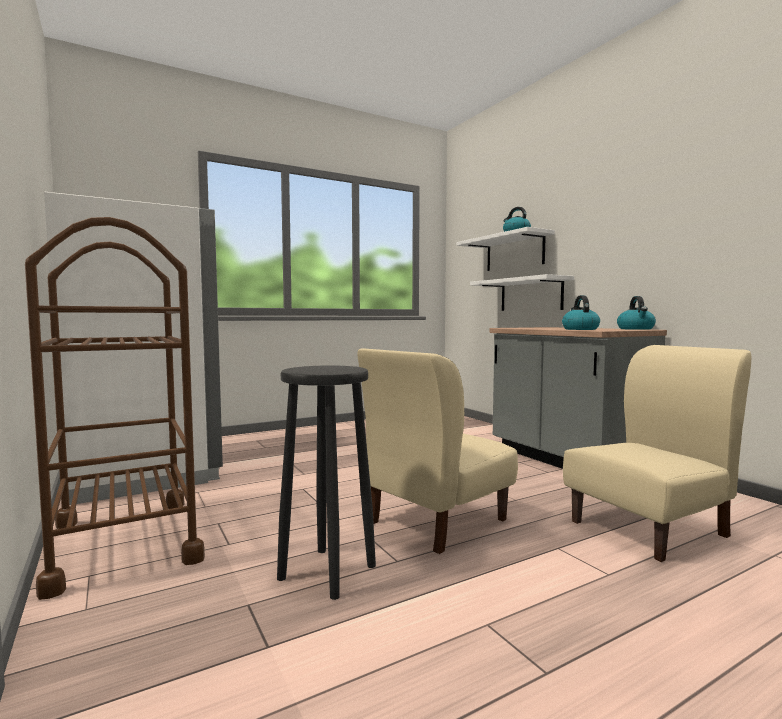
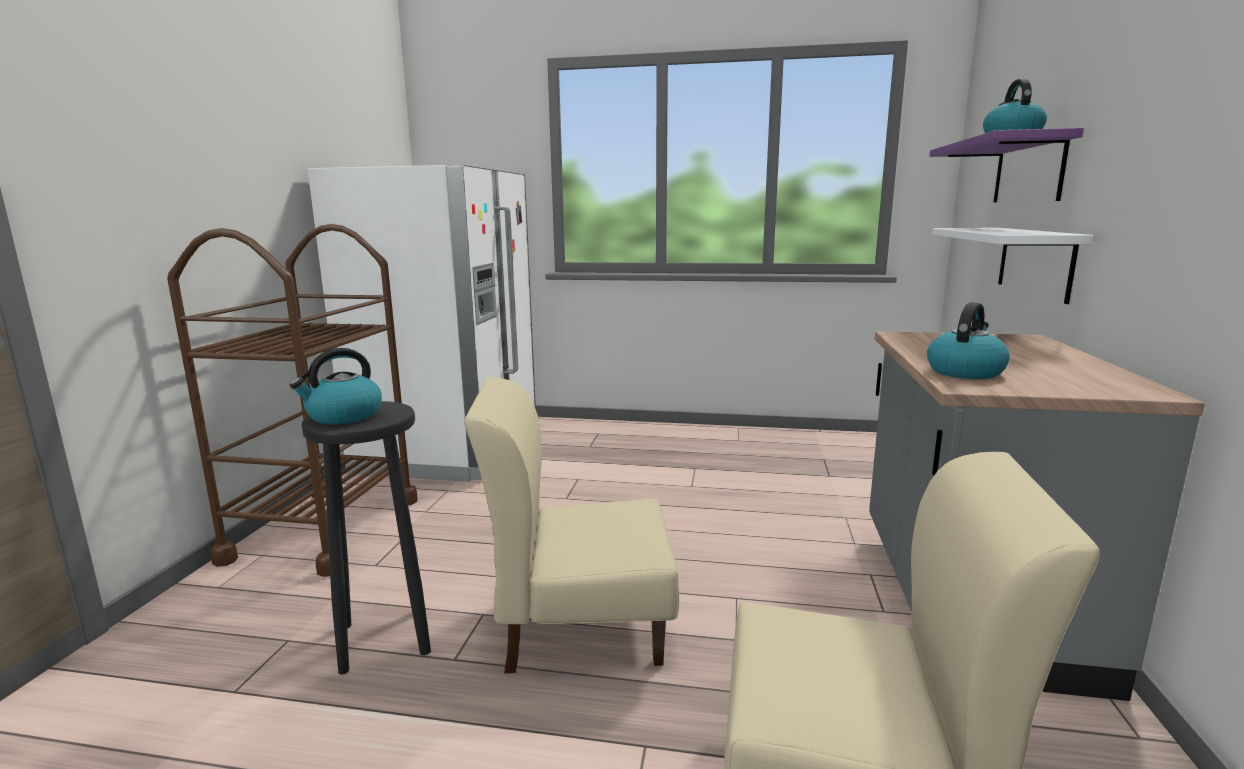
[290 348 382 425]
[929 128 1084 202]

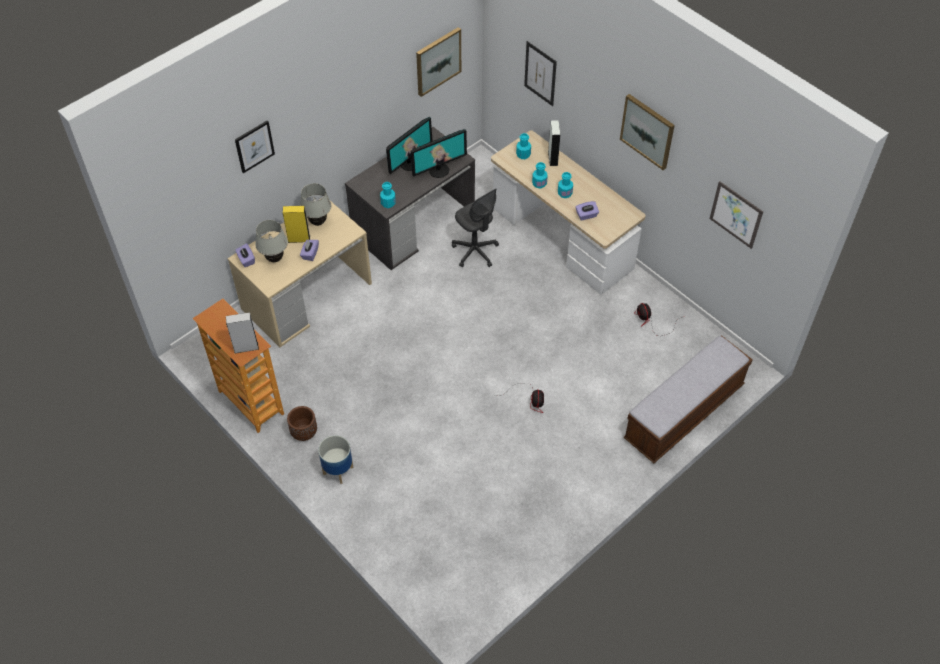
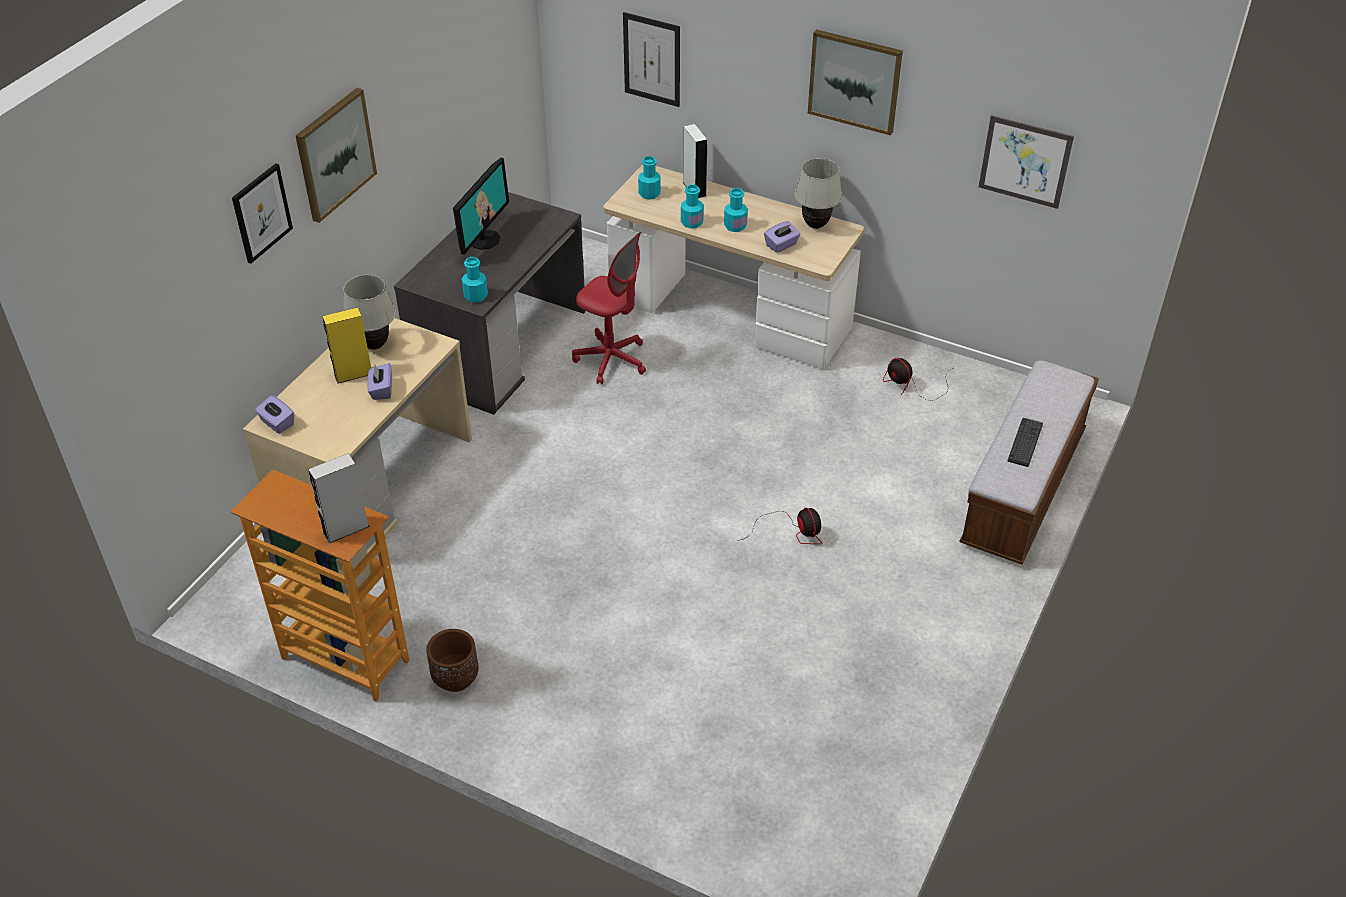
[318 435 354 484] (first image)
[411 129 467 178] (first image)
[1008 418 1043 467]
[794 158 842 229]
[295 88 377 223]
[572 232 646 384]

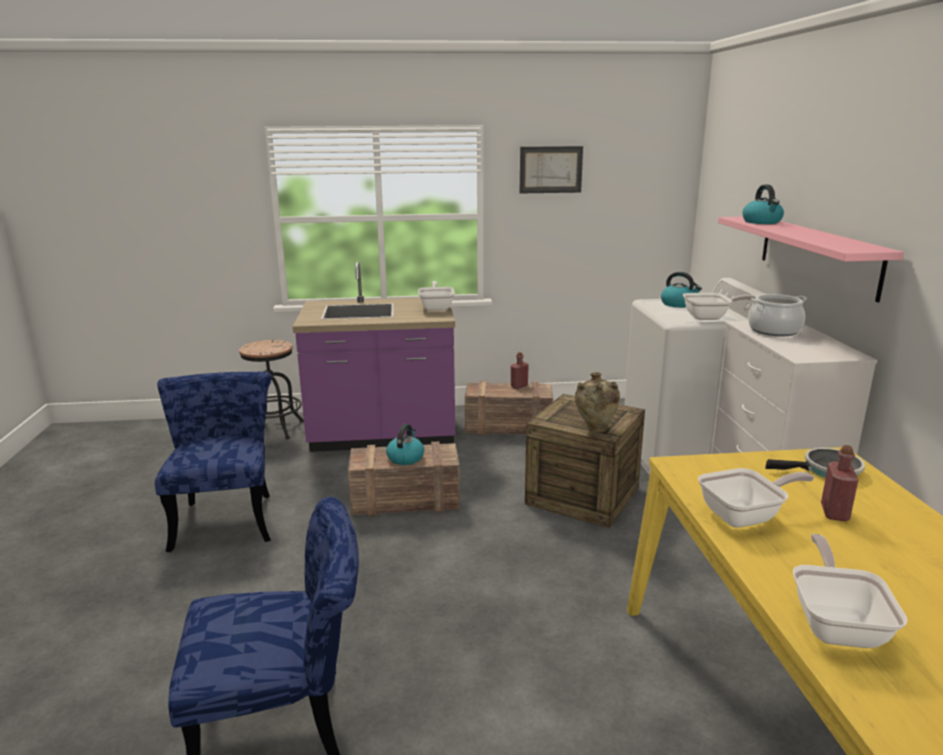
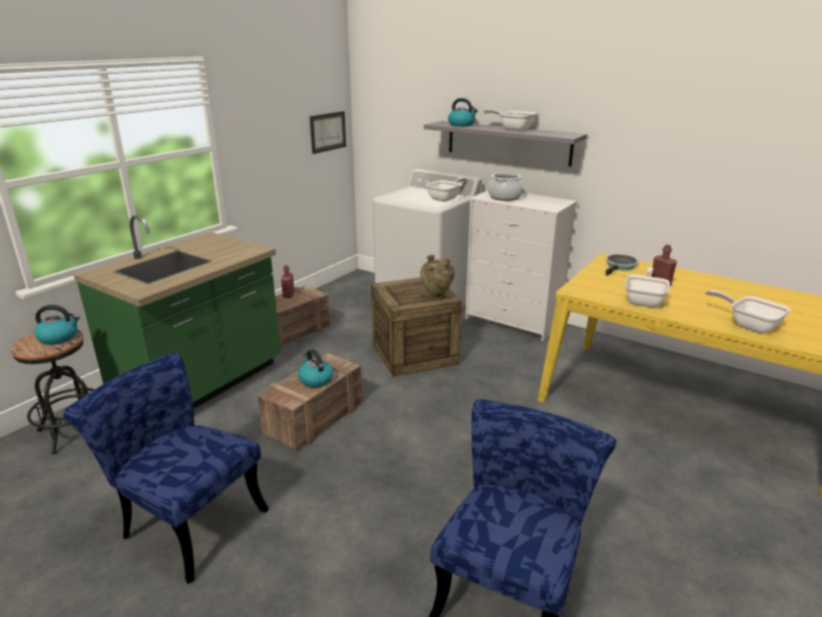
[483 109 537 131]
[310 111 346 154]
[34 305 80 345]
[73 215 281 409]
[424 121 587 167]

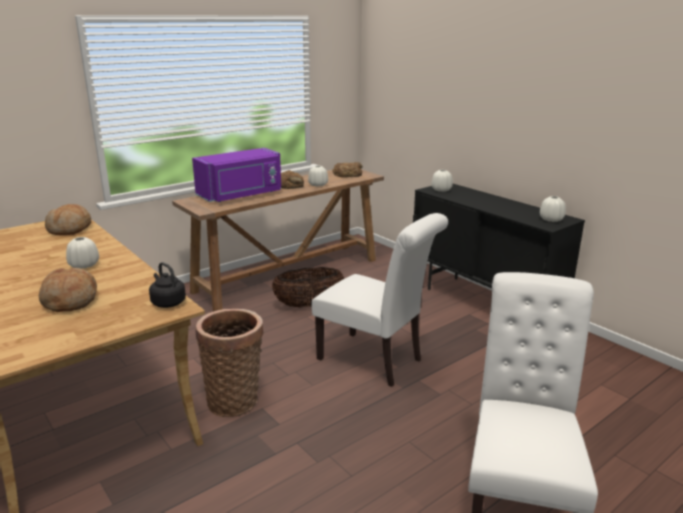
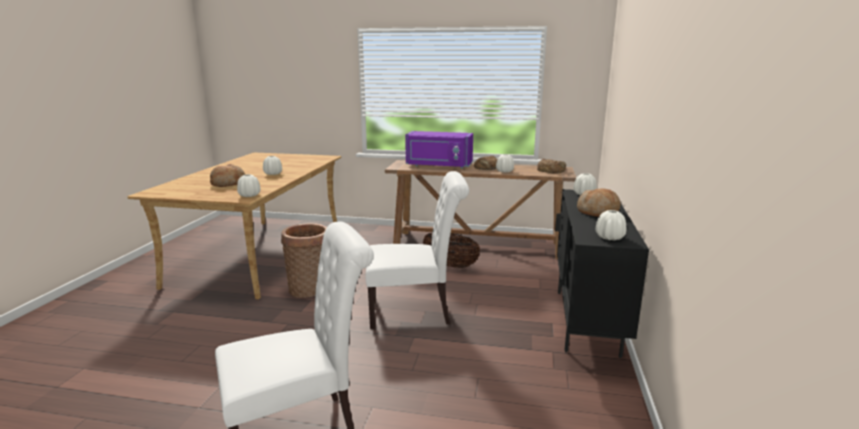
[577 188 621 217]
[237 174 260 197]
[366 171 469 329]

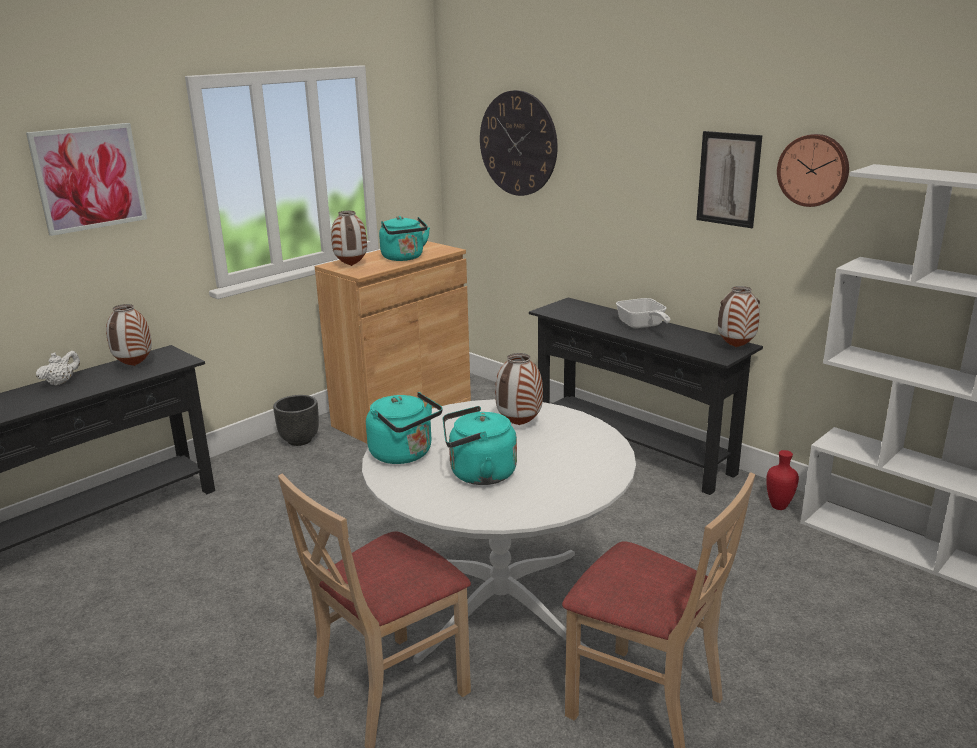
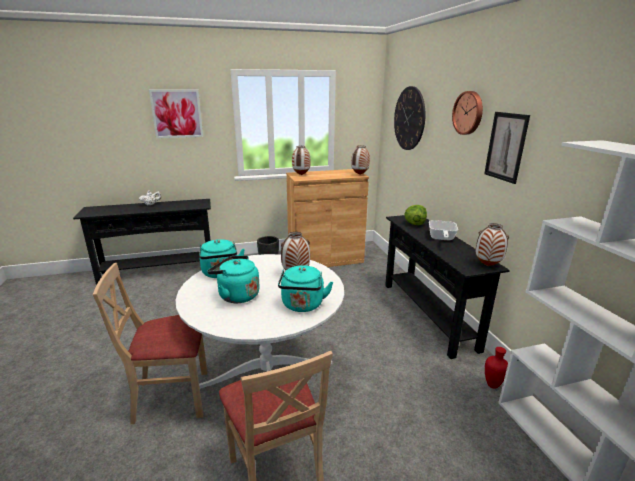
[405 205 427 225]
[351 145 370 175]
[278 265 333 312]
[452 91 483 135]

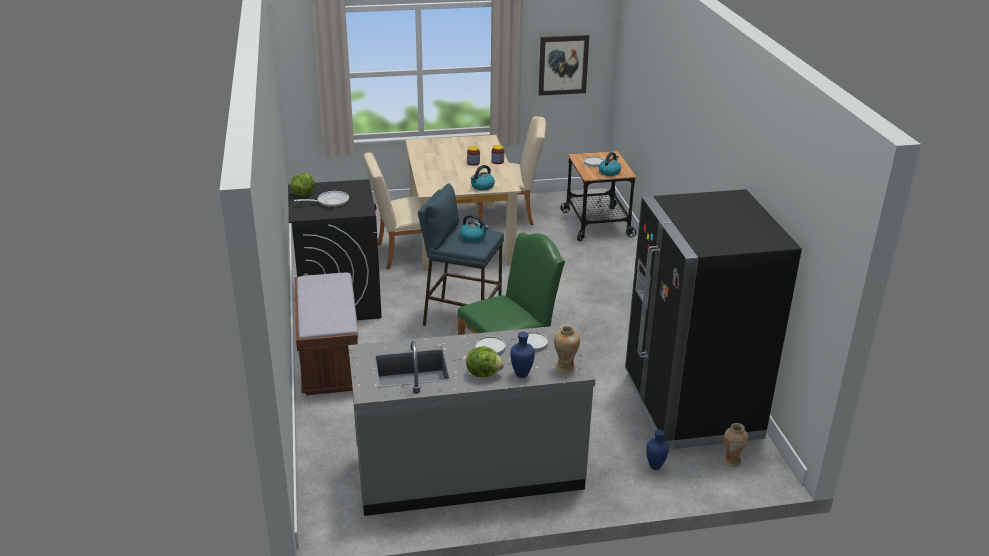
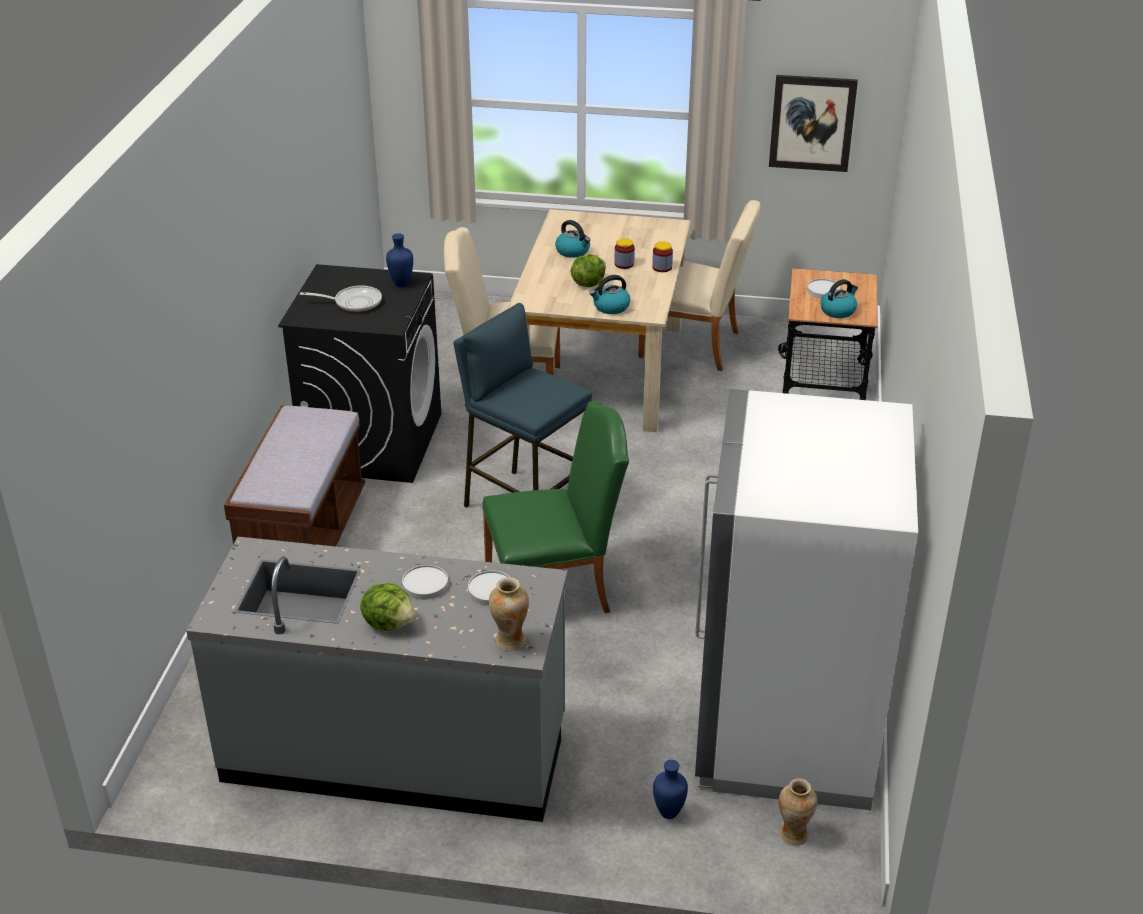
[571 254 606 287]
[555 220 590 258]
[386 233 413 287]
[695 389 918 810]

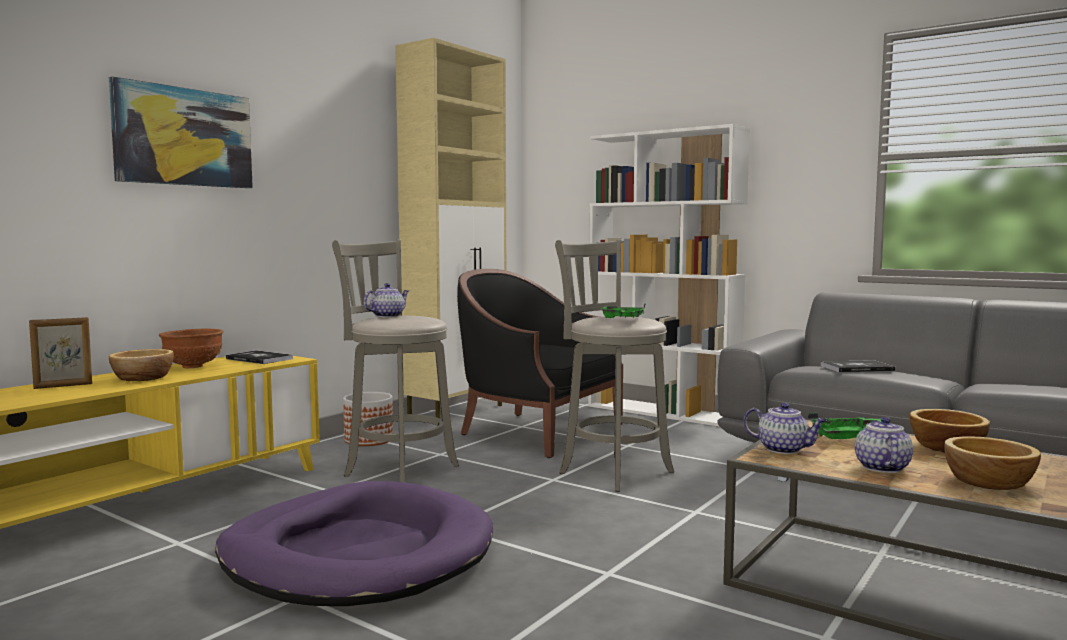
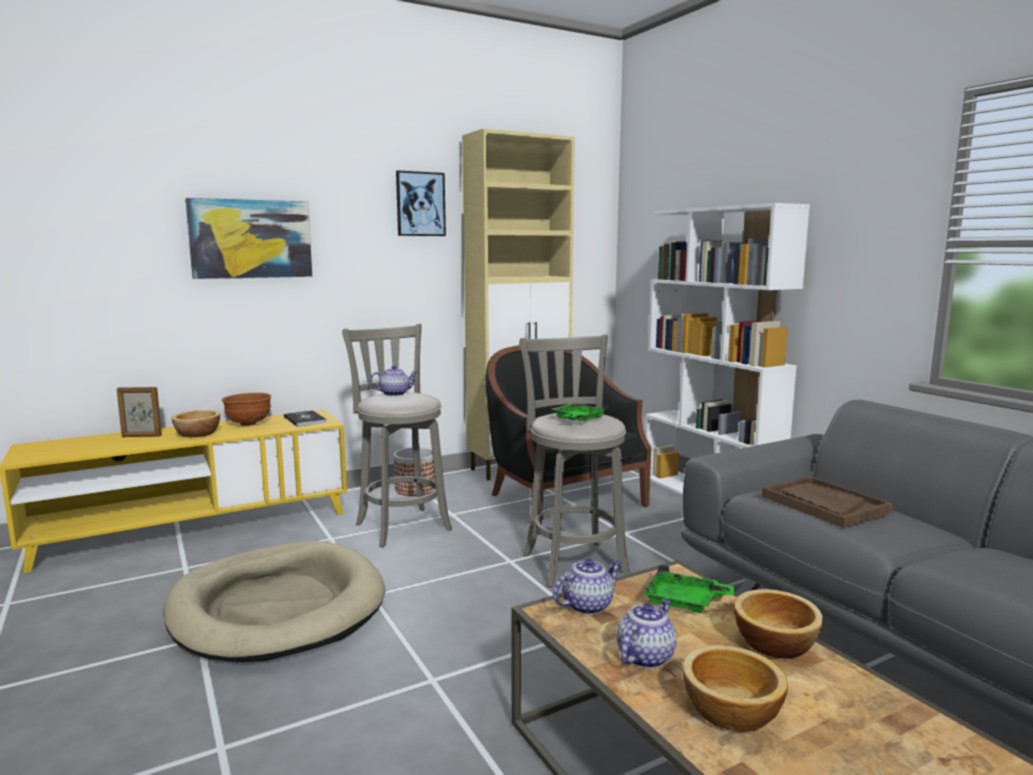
[396 170 446 236]
[762 476 893 528]
[163 541 385 662]
[553 558 621 615]

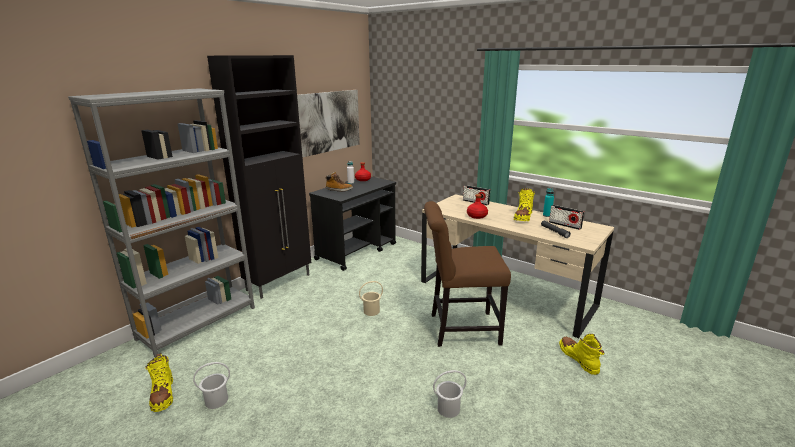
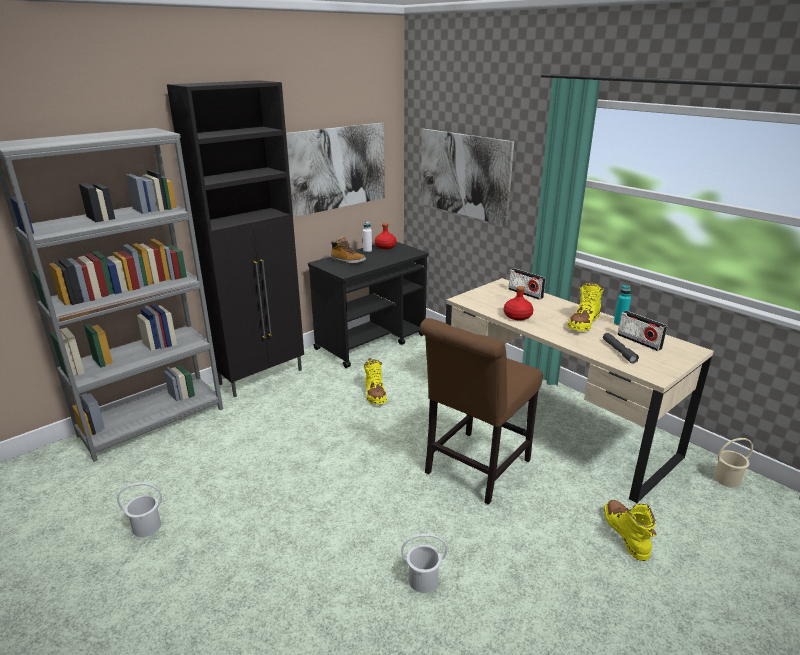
[421 129 514 226]
[364 358 387 405]
[714 438 753 488]
[420 318 543 505]

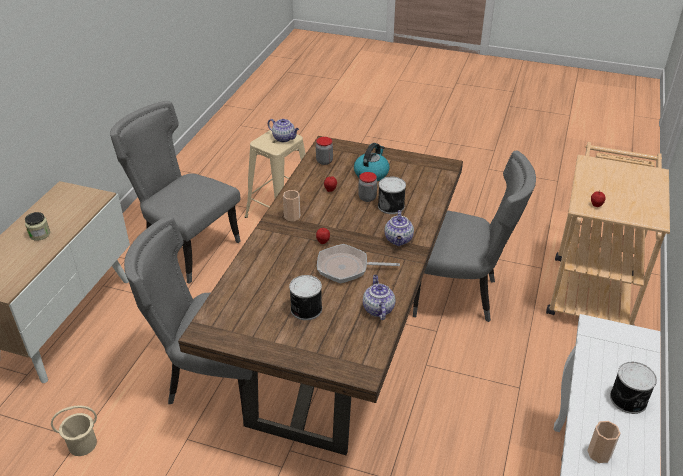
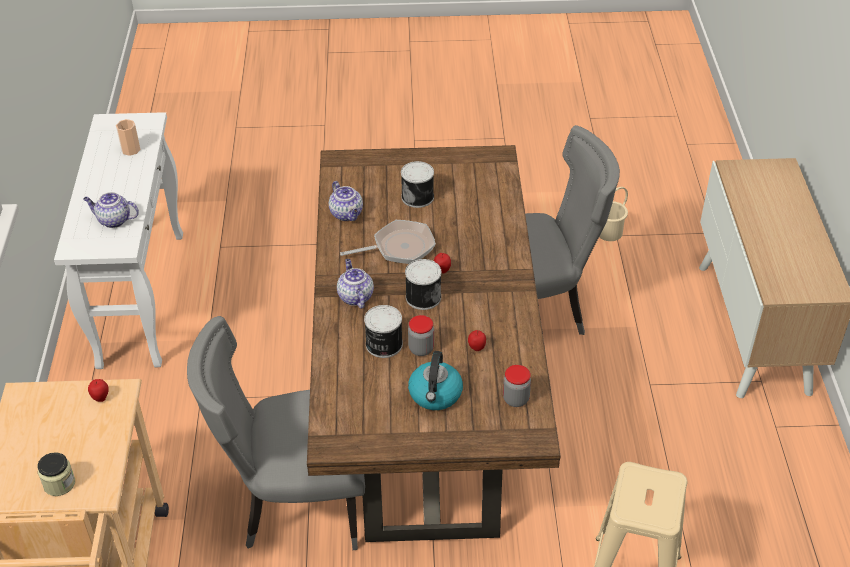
[110 101 241 284] (first image)
[283 190 300 221] (first image)
[37 452 75 496]
[83 192 139 228]
[405 259 441 310]

